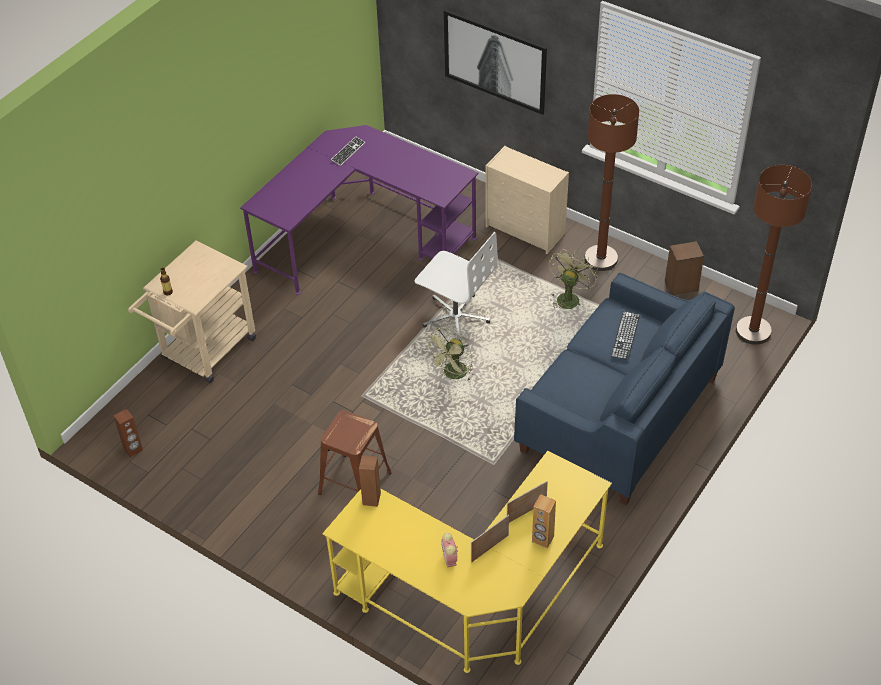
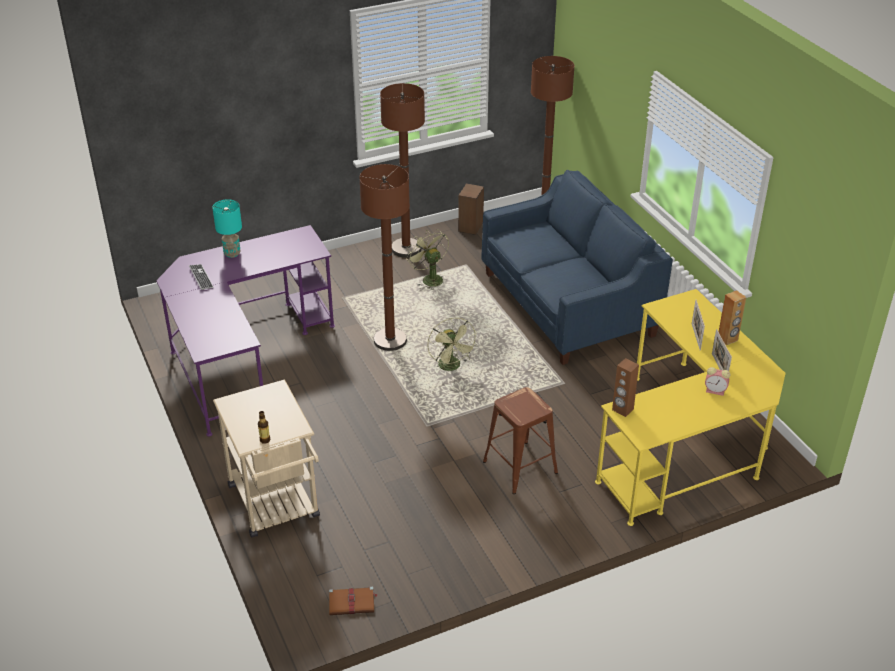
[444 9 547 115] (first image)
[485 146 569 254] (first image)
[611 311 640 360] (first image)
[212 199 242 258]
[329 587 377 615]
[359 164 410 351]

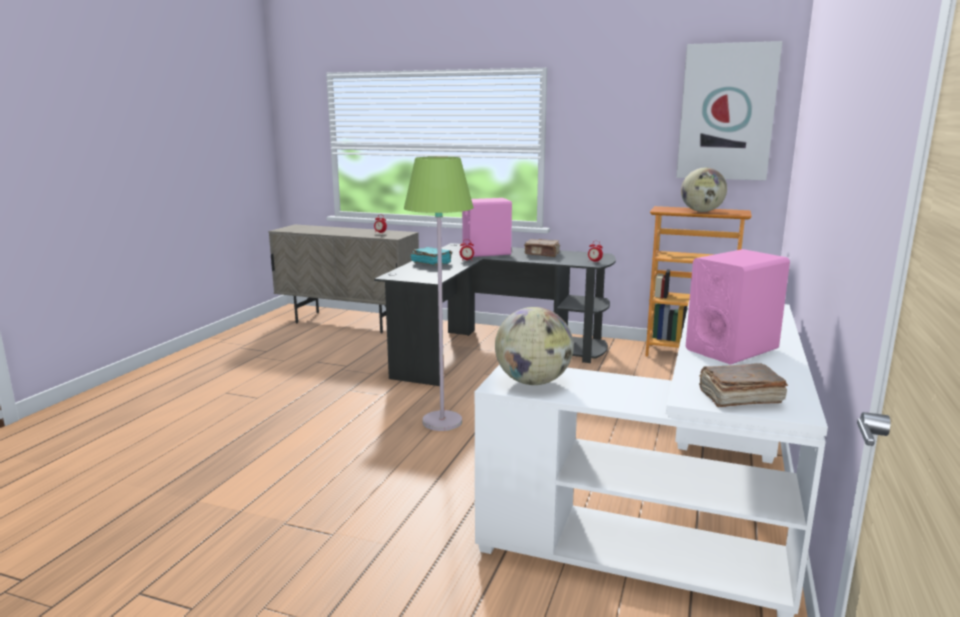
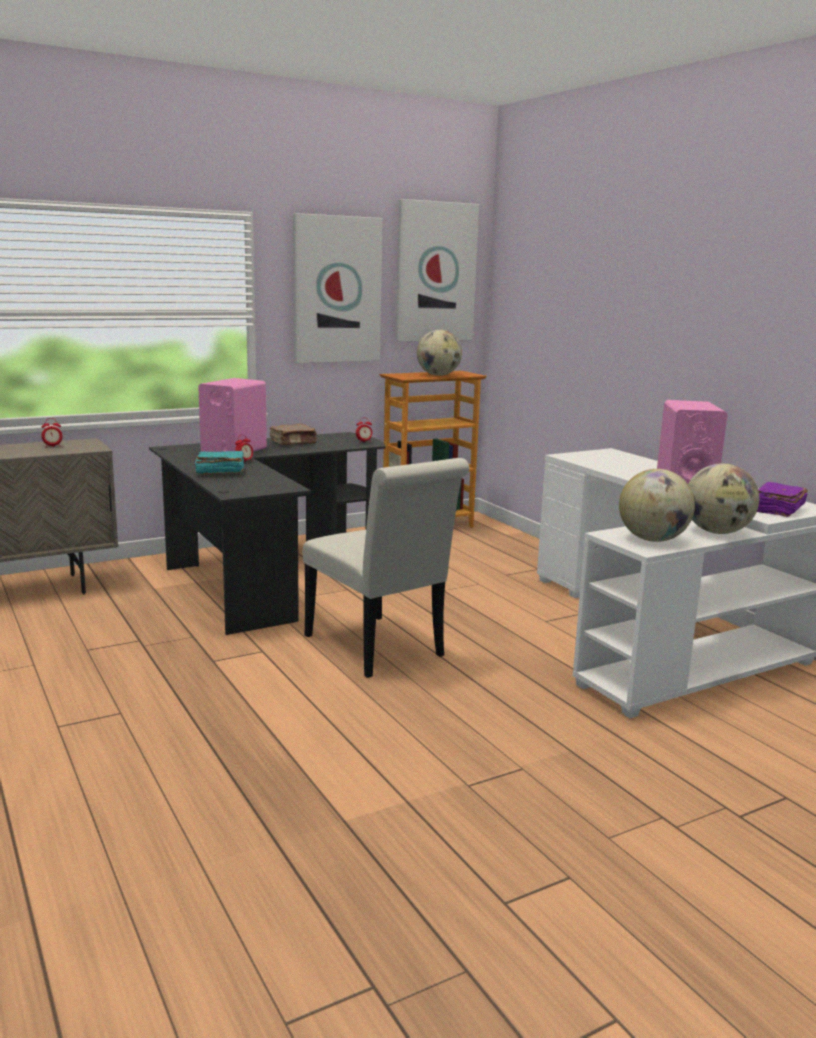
[293 213 383 363]
[688 463 759 534]
[303 458 469 678]
[757 482 808 517]

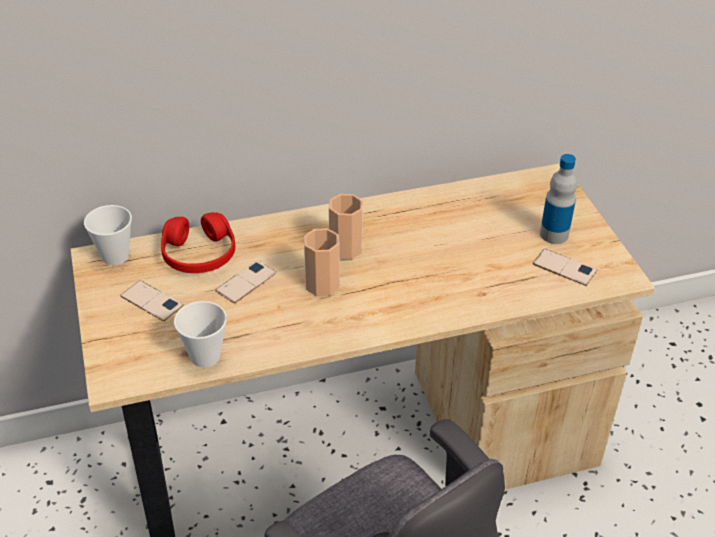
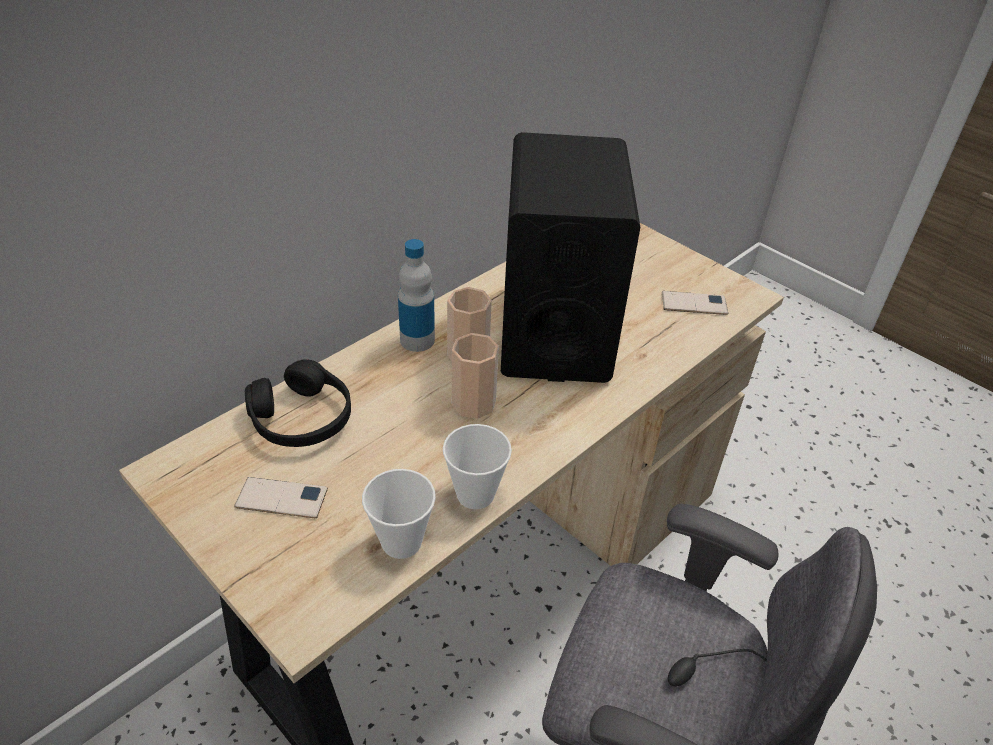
[215 260 276 303] (first image)
[501 132 640 383]
[443 424 512 509]
[398 239 435 352]
[245 359 351 447]

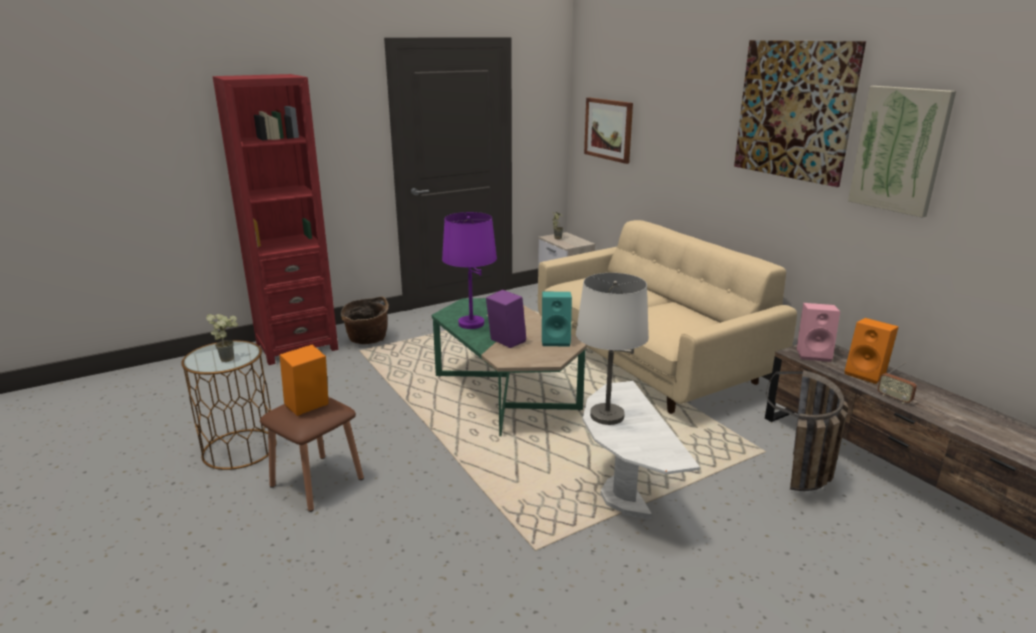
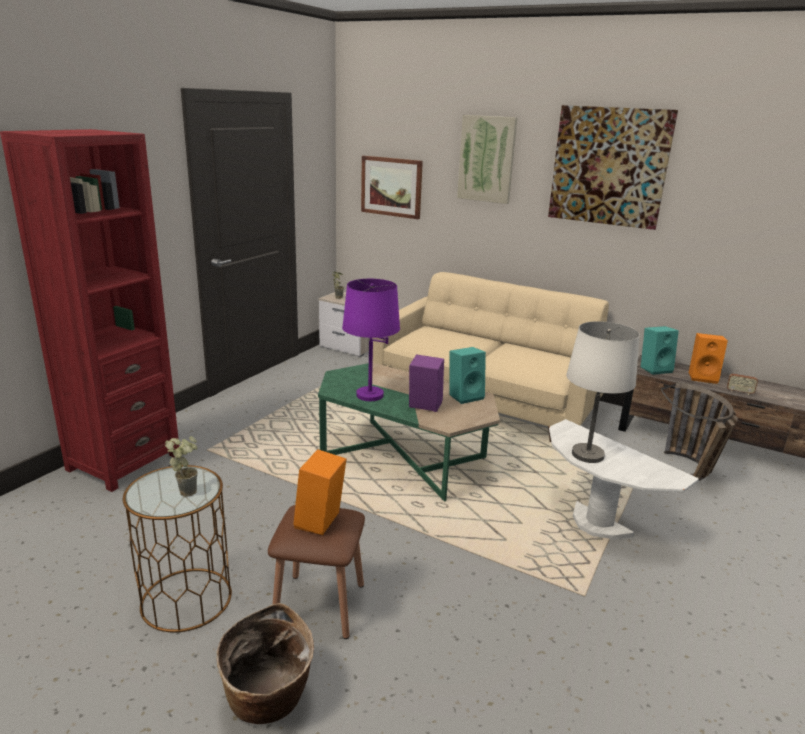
[216 603 314 724]
[457 115 517 204]
[641 326 679 375]

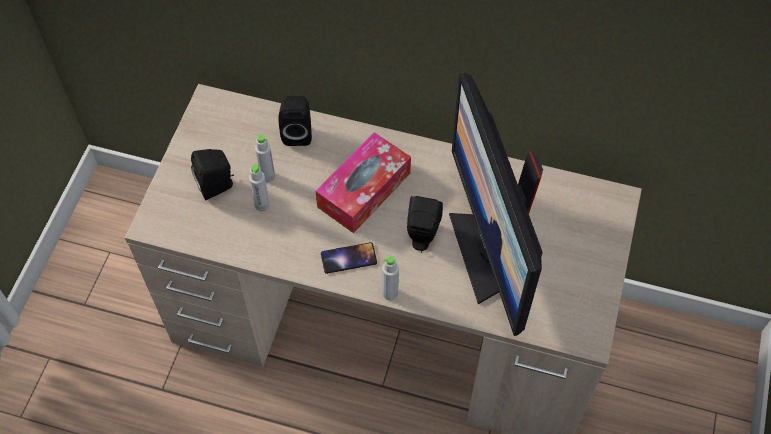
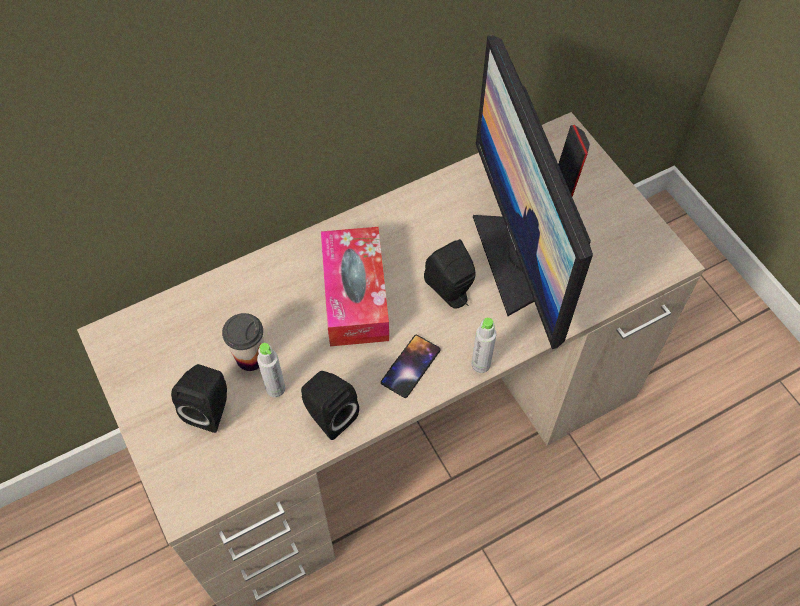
[301 371 359 440]
[222 313 264 371]
[473 35 593 349]

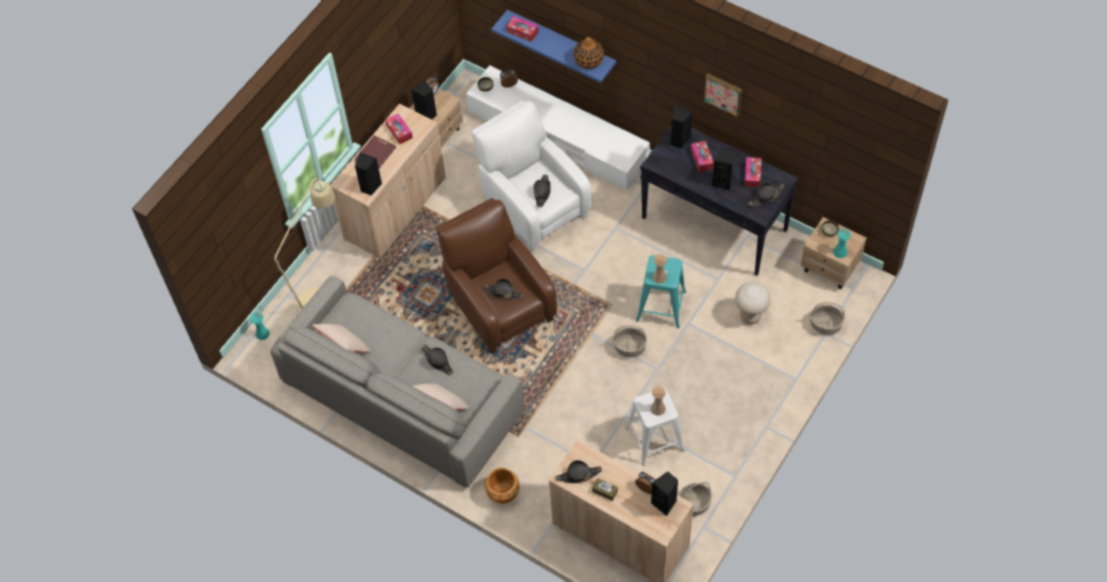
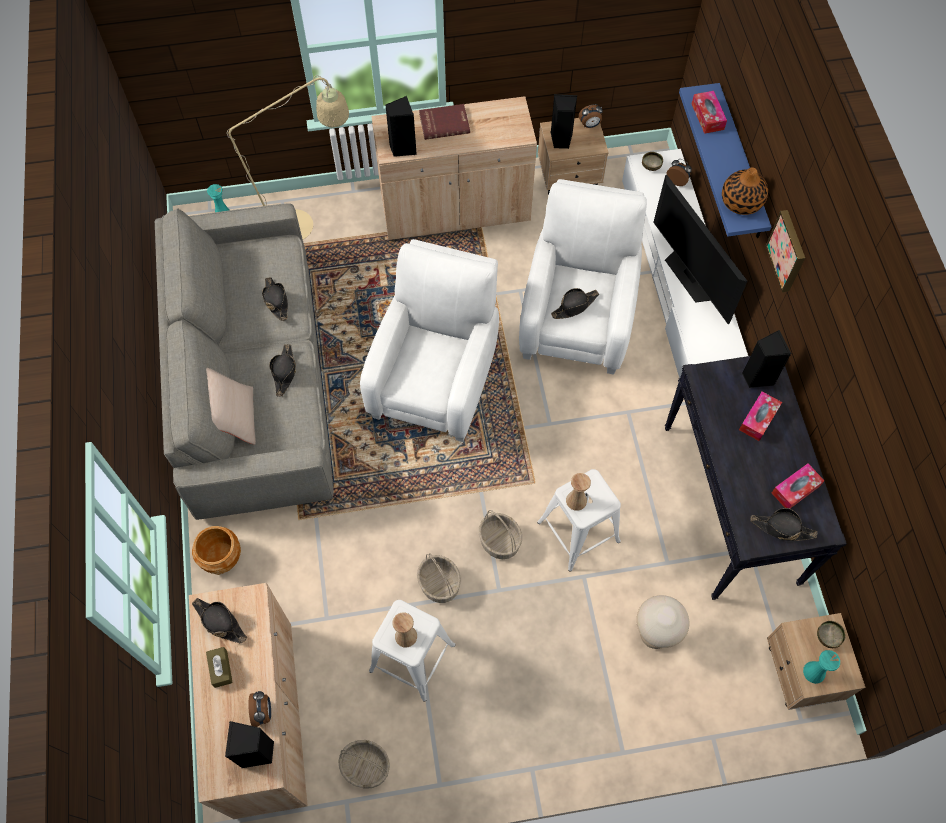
[312 324 371 353] (first image)
[385 114 413 144] (first image)
[712 148 734 190] (first image)
[653 175 747 324]
[262 277 288 321]
[766 210 805 292]
[417 553 461 603]
[360 239 499 442]
[537 469 621 572]

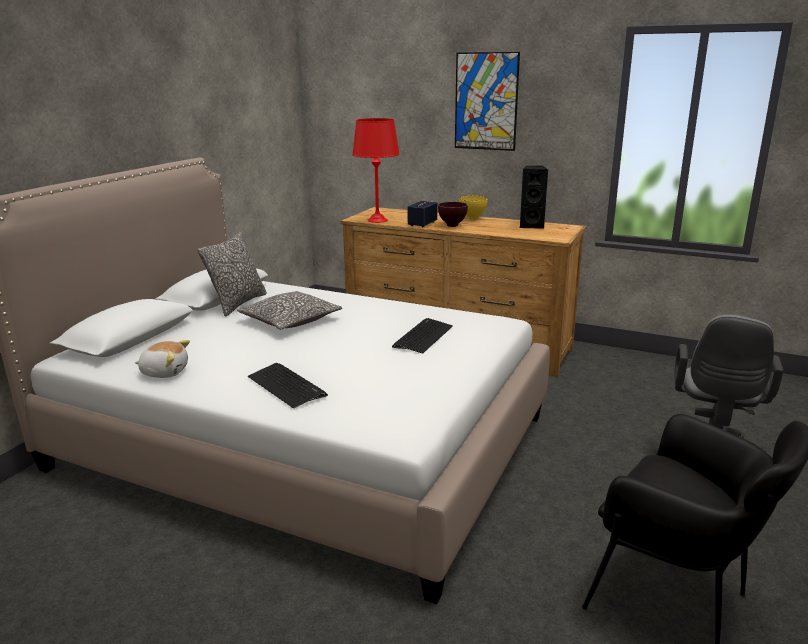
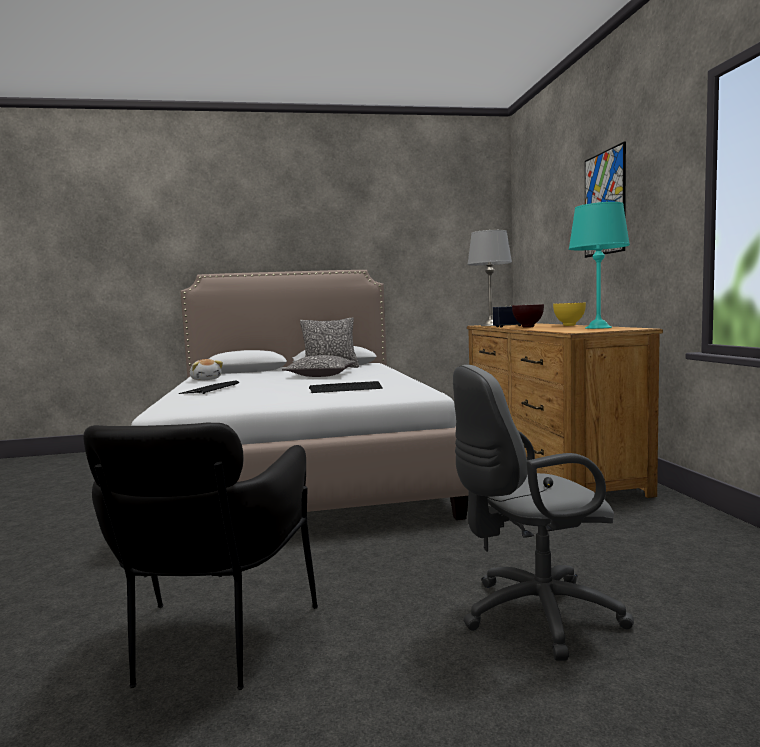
[569 202 630 329]
[467 230 512 326]

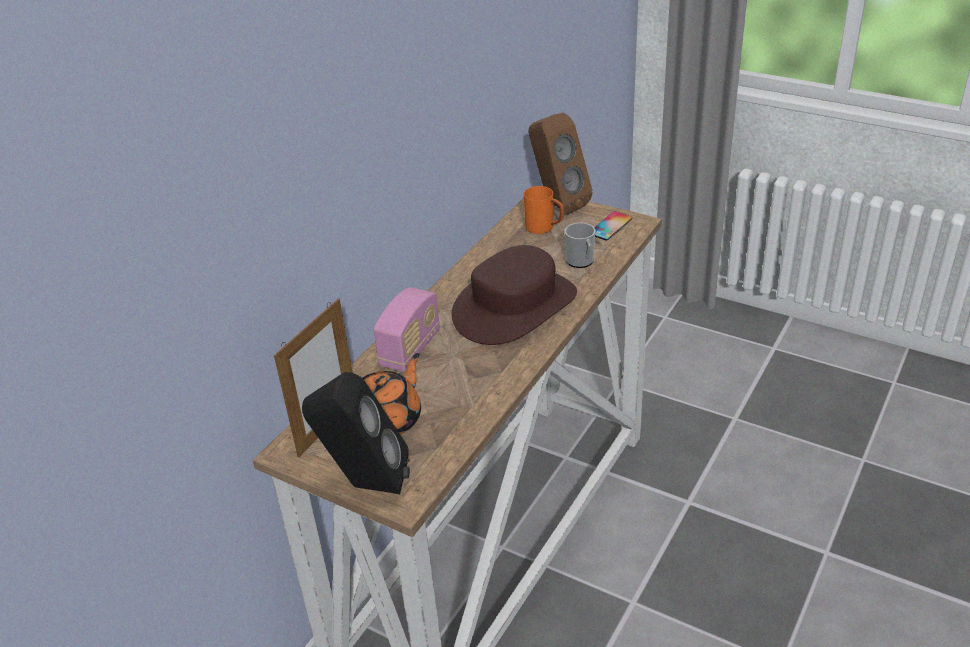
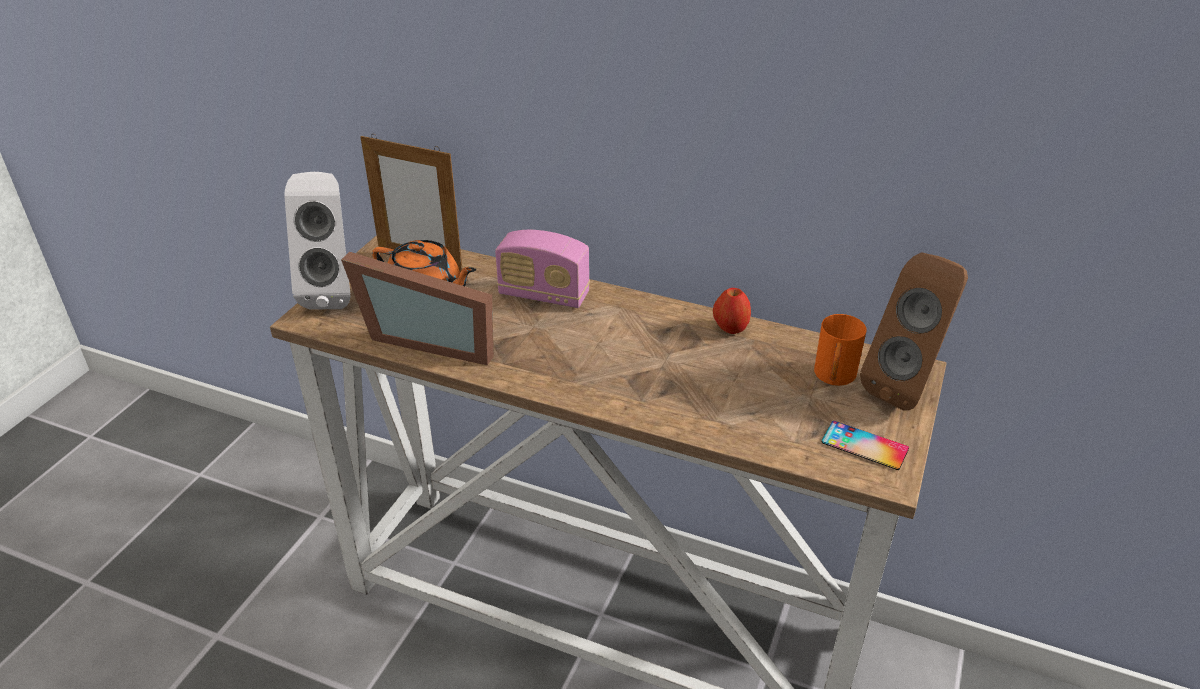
[451 245 577 345] (first image)
[564 223 596 268] (first image)
[341 252 494 365]
[713 288 751 334]
[284 172 350 310]

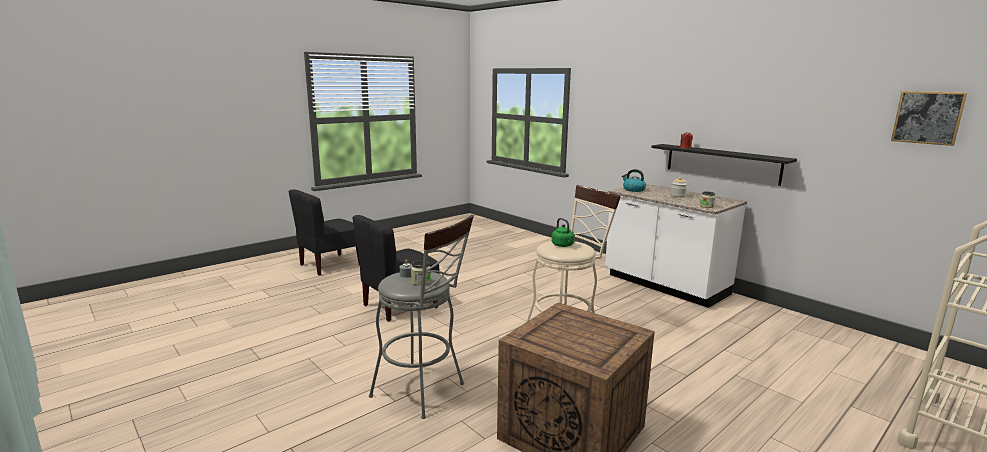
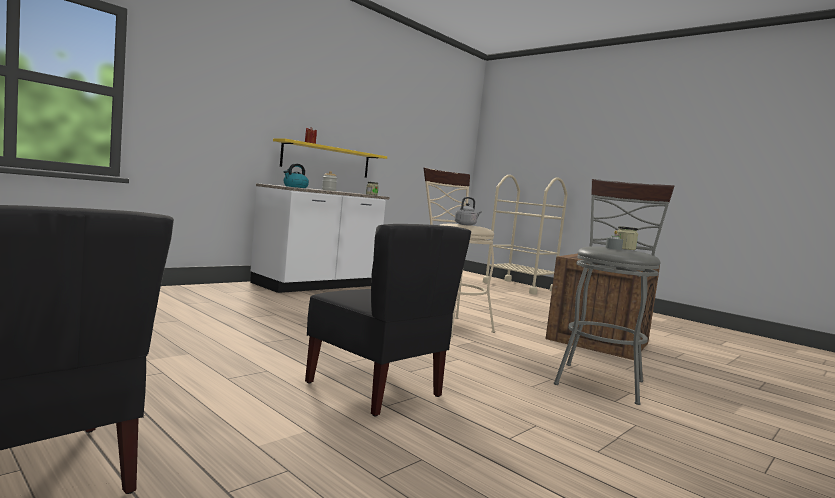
[891 91 967 146] (first image)
[455 197 482 226]
[273 138 387 178]

